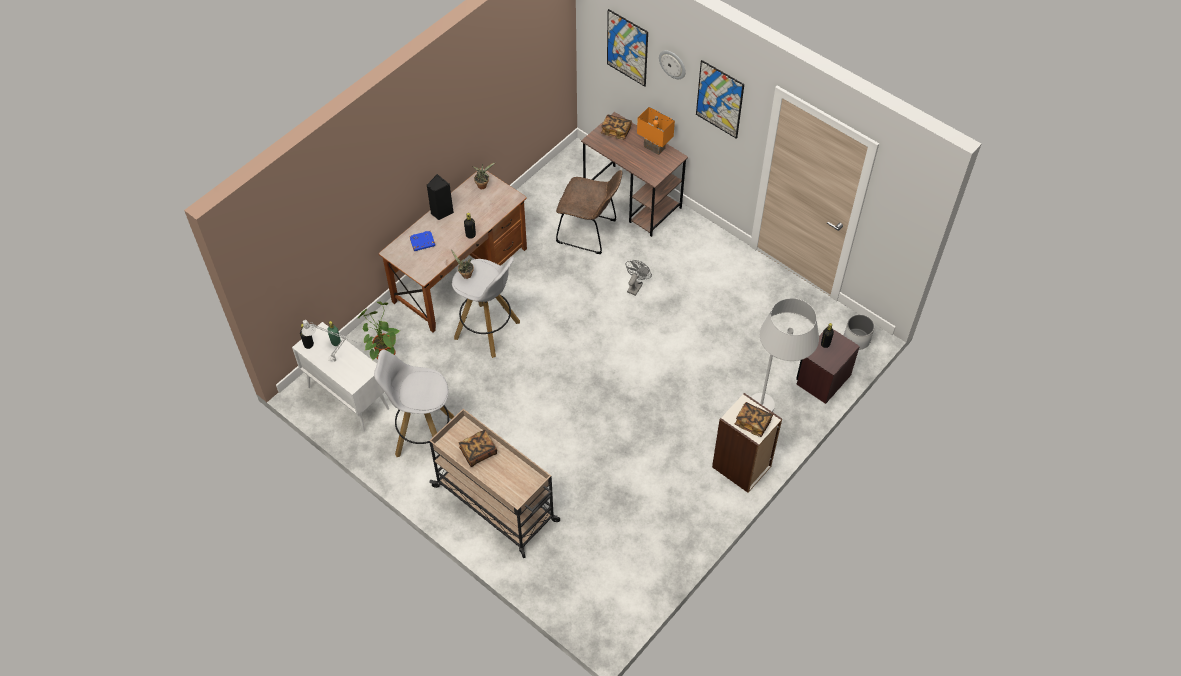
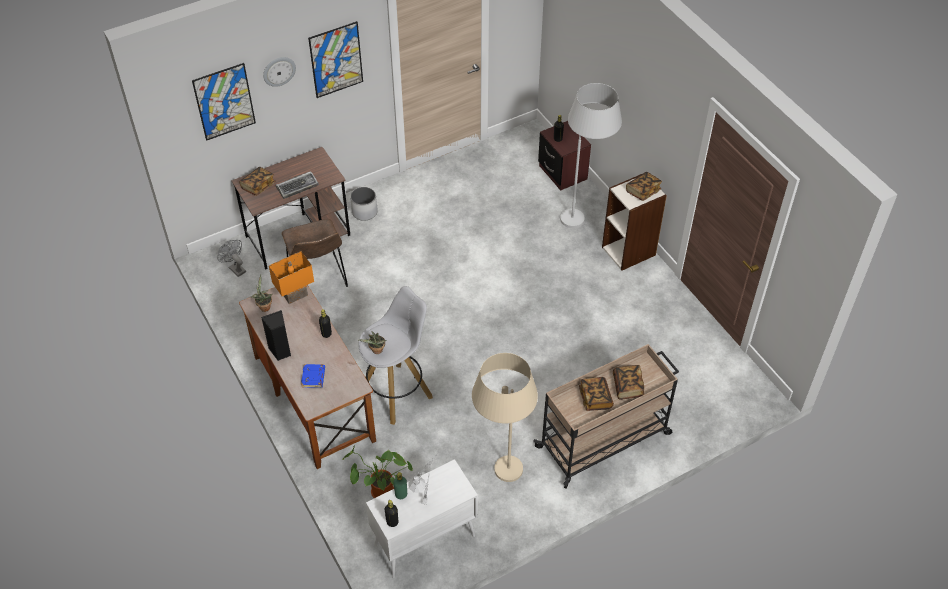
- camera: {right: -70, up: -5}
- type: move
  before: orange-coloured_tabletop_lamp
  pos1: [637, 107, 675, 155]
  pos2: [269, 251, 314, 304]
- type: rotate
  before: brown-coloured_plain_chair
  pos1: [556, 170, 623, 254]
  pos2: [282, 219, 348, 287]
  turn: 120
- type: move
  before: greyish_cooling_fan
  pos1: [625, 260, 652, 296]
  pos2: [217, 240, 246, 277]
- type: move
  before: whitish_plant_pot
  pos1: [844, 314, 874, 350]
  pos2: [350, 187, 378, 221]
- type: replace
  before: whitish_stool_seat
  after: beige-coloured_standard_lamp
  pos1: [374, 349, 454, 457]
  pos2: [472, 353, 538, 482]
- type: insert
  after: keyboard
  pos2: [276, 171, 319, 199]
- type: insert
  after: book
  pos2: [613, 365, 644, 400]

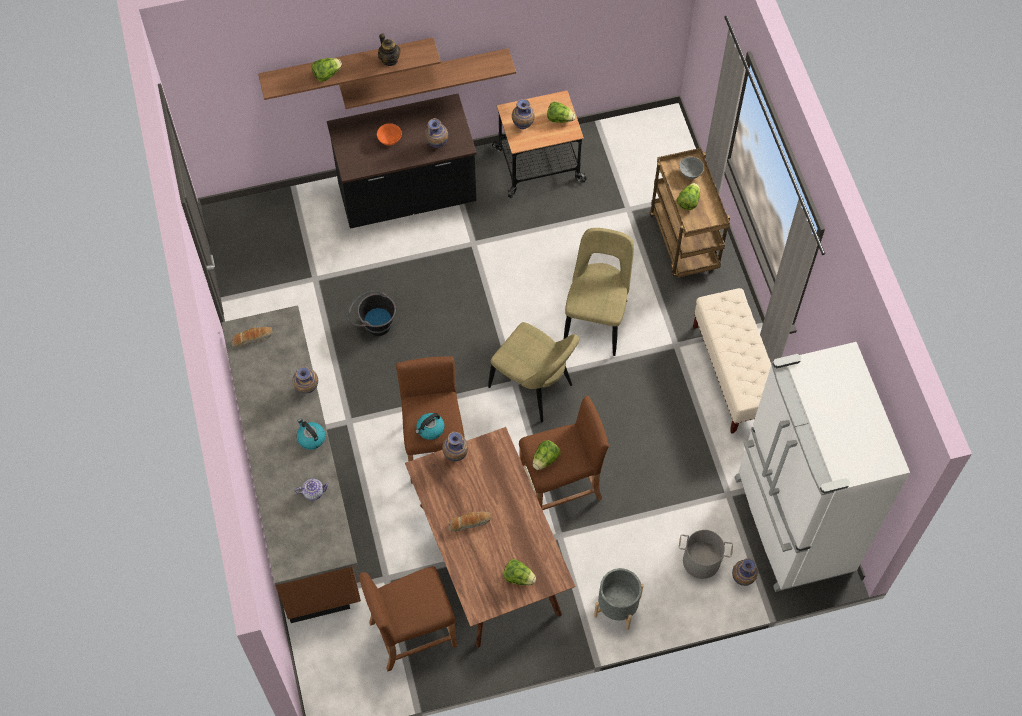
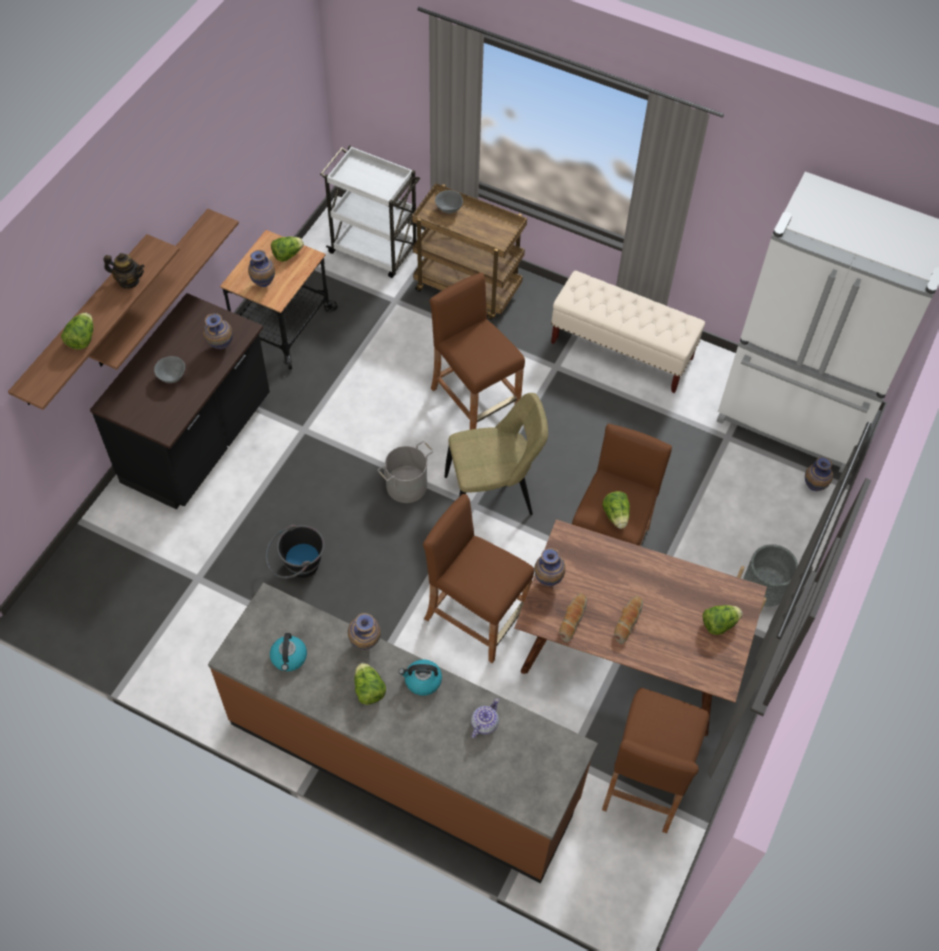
- camera: {right: -50, up: -5}
- type: recolor
  before: orange-coloured_deep_dish
  after: greyish_deep_dish
  pos1: [377, 123, 402, 145]
  pos2: [154, 356, 185, 383]
- type: move
  before: head_of_lettuce
  pos1: [677, 183, 700, 210]
  pos2: [354, 663, 386, 705]
- type: replace
  before: beige-coloured_plain_chair
  after: brown-coloured_stool_seat
  pos1: [564, 228, 634, 356]
  pos2: [429, 273, 525, 430]
- type: move
  before: bread
  pos1: [231, 327, 273, 347]
  pos2: [559, 593, 587, 642]
- type: move
  before: kettle
  pos1: [415, 413, 445, 440]
  pos2: [270, 633, 307, 671]
- type: move
  before: greyish_water_bucket
  pos1: [679, 530, 733, 579]
  pos2: [378, 441, 433, 503]
- type: insert
  after: whitish_cart
  pos2: [320, 145, 420, 278]

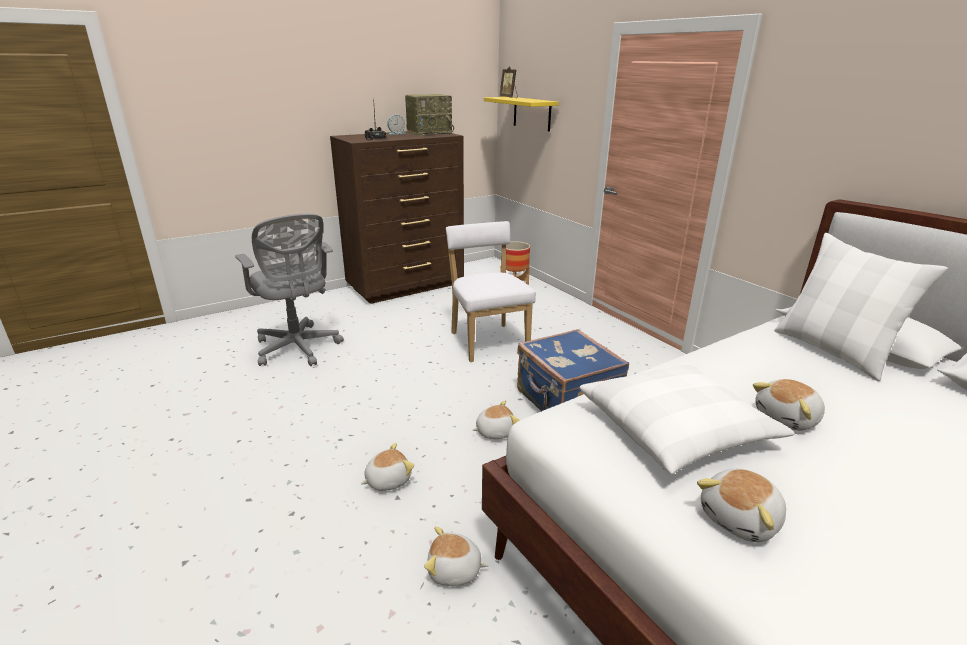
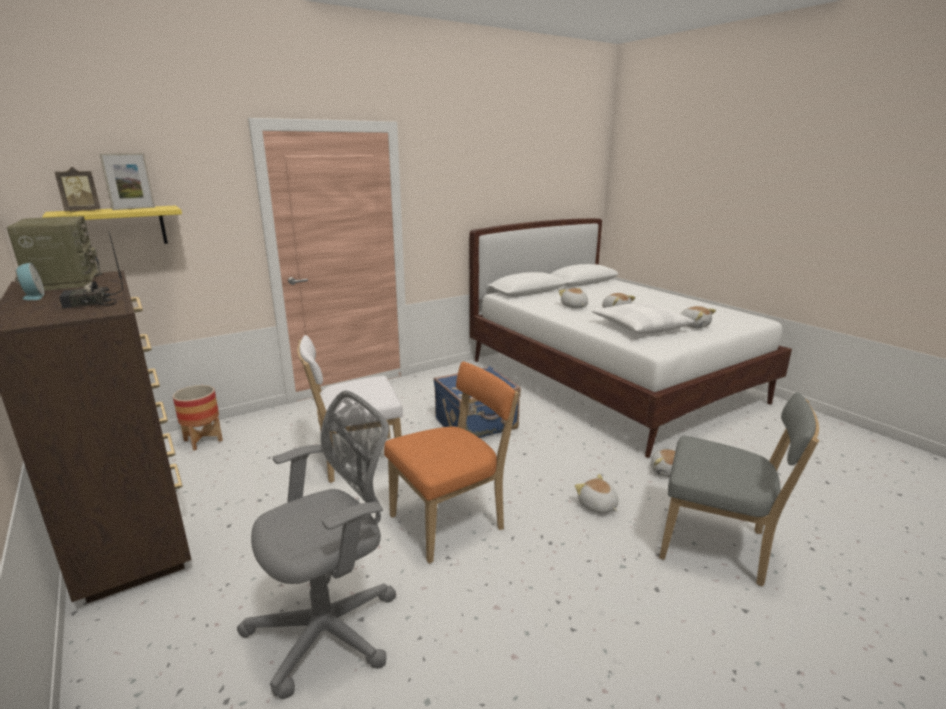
- camera: {right: -90, up: -5}
- type: delete
  before: whitish_pillow
  pos1: [774, 233, 948, 381]
- type: move
  before: cuddly_toy
  pos1: [472, 401, 520, 439]
  pos2: [559, 288, 588, 308]
- type: insert
  after: picture_frame
  pos2: [100, 153, 155, 210]
- type: insert
  after: orange-coloured_plain_chair
  pos2: [384, 361, 519, 564]
- type: insert
  after: greyish_plain_chair
  pos2: [659, 392, 819, 587]

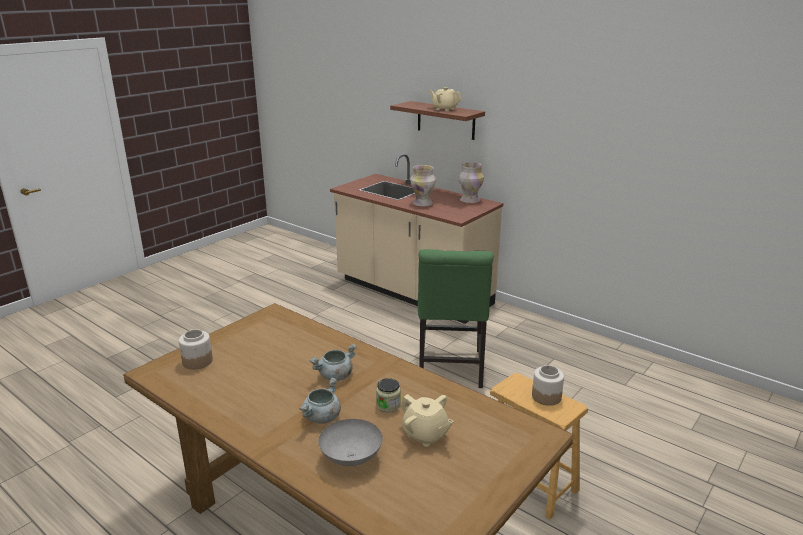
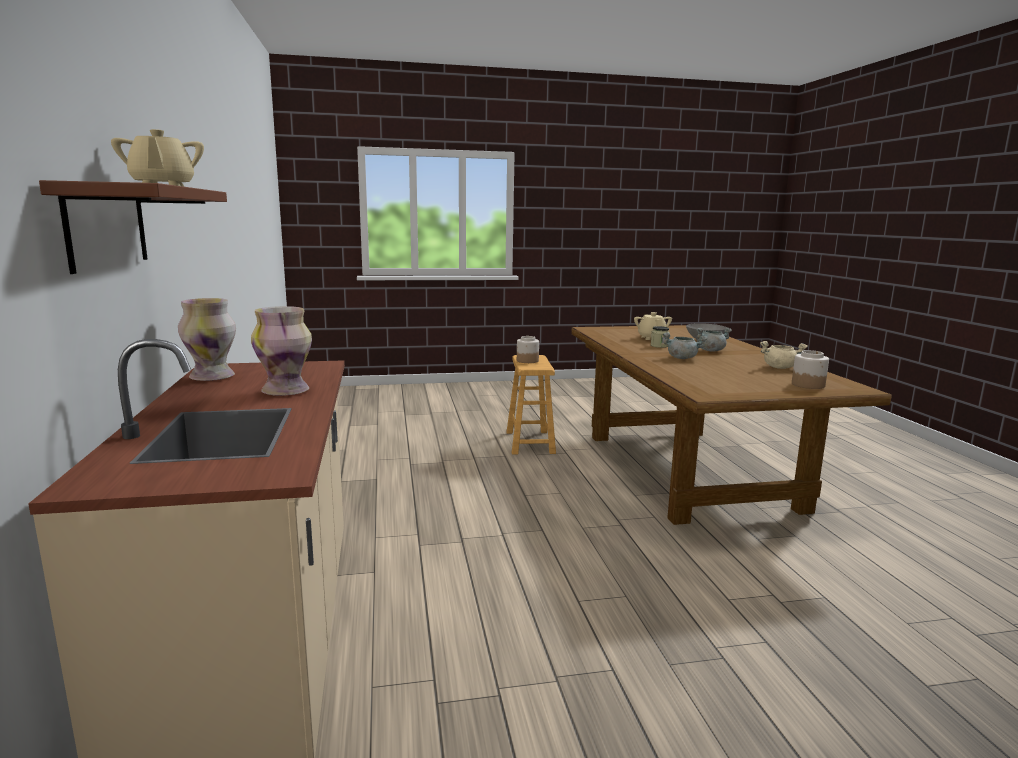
- camera: {right: -140, up: -10}
- type: delete
  before: green-coloured_plain_chair
  pos1: [418, 249, 494, 388]
- type: insert
  after: beige-coloured_stockpot
  pos2: [760, 341, 808, 369]

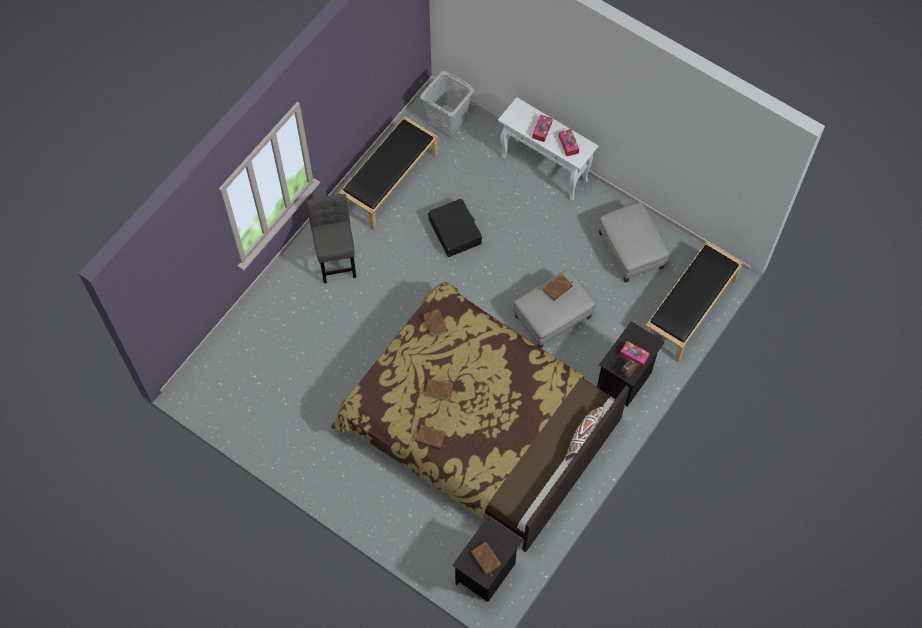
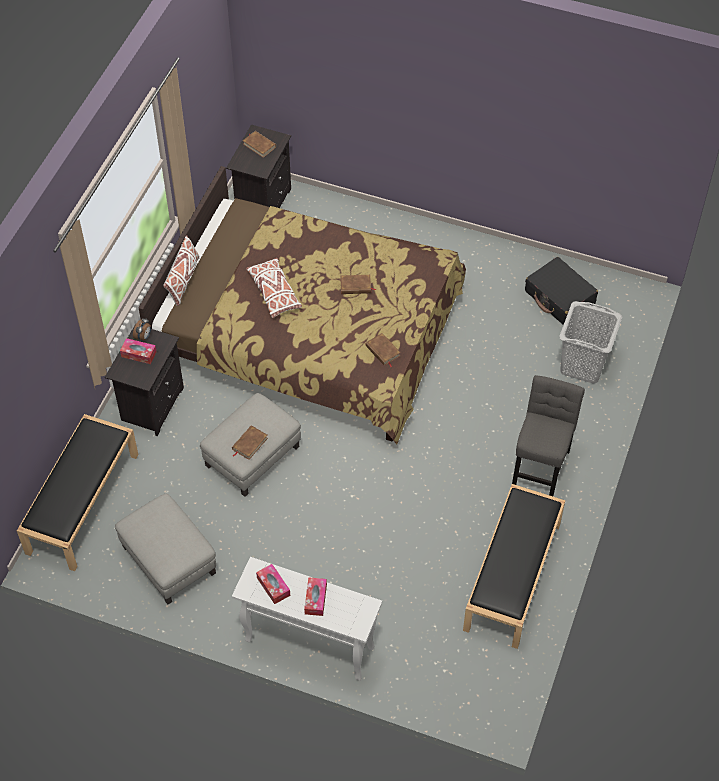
- camera: {right: 165, up: -10}
- type: move
  before: greyish_hamper
  pos1: [420, 71, 474, 137]
  pos2: [559, 301, 622, 384]
- type: rotate
  before: greyish_plain_chair
  pos1: [306, 194, 356, 283]
  pos2: [512, 375, 585, 496]
  turn: -135
- type: move
  before: blackish_piece_of_luggage
  pos1: [428, 199, 482, 257]
  pos2: [525, 257, 598, 325]
- type: delete
  before: brown-coloured_book
  pos1: [415, 425, 446, 449]
- type: insert
  after: whitish_pillow
  pos2: [246, 258, 302, 318]

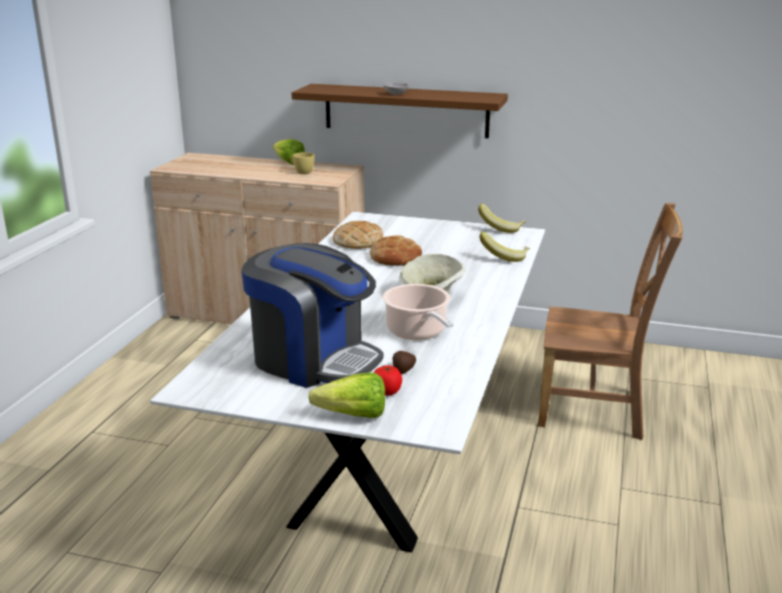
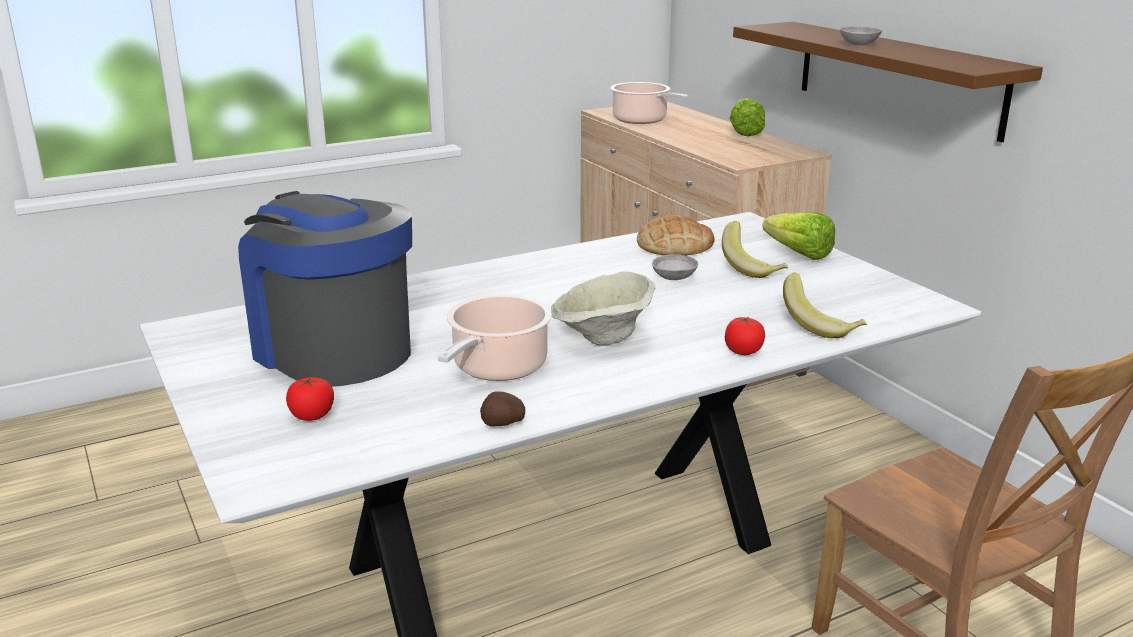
- camera: {right: 45, up: 0}
- type: delete
  before: yellowish_small_cup
  pos1: [291, 152, 315, 174]
- type: move
  before: banana
  pos1: [478, 204, 525, 233]
  pos2: [722, 221, 788, 278]
- type: replace
  before: bread
  after: greyish_deep_dish
  pos1: [370, 235, 422, 266]
  pos2: [652, 254, 698, 280]
- type: rotate
  before: coffee_machine
  pos1: [241, 243, 383, 388]
  pos2: [238, 191, 412, 387]
  turn: 150
- type: move
  before: potato
  pos1: [393, 351, 416, 374]
  pos2: [480, 391, 525, 427]
- type: move
  before: head_of_lettuce
  pos1: [308, 373, 385, 418]
  pos2: [762, 212, 835, 260]
- type: insert
  after: stockpot
  pos2: [610, 82, 689, 124]
- type: insert
  after: tomato
  pos2: [725, 317, 765, 355]

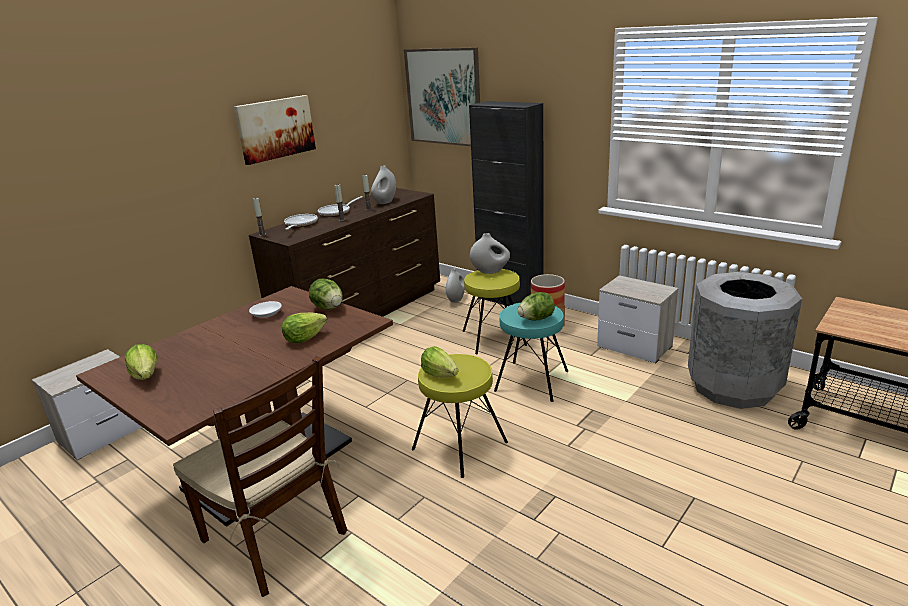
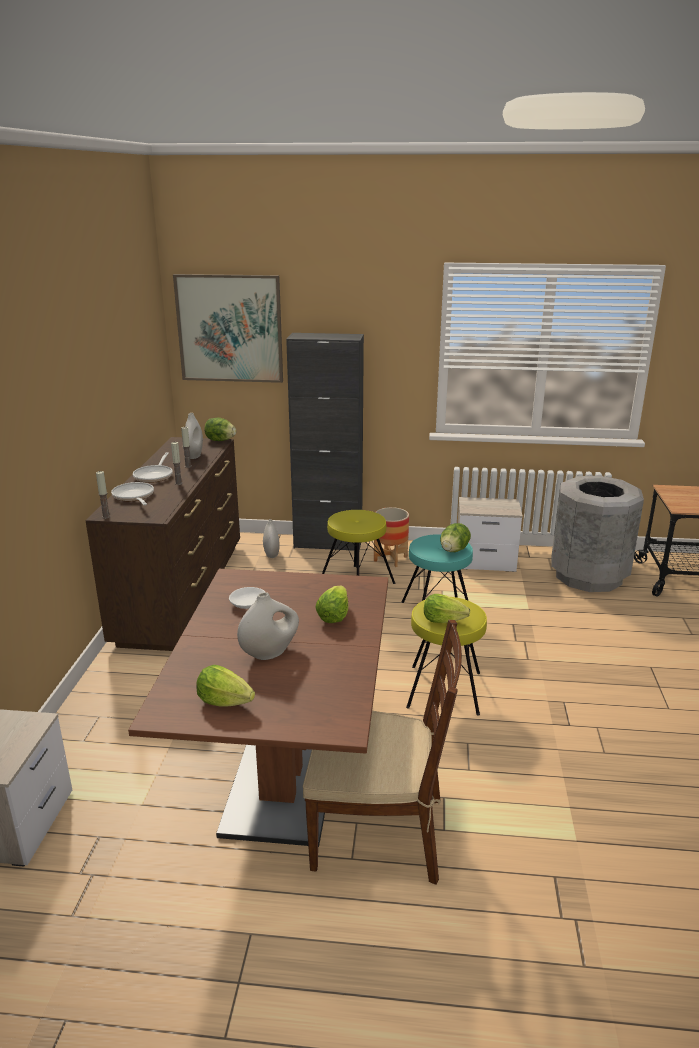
- camera: {right: -35, up: 0}
- type: delete
  before: picture
  pos1: [234, 95, 316, 165]
- type: move
  before: whitish_flower_vase
  pos1: [470, 233, 510, 274]
  pos2: [237, 592, 299, 660]
- type: move
  before: head_of_lettuce
  pos1: [309, 279, 343, 310]
  pos2: [204, 418, 236, 441]

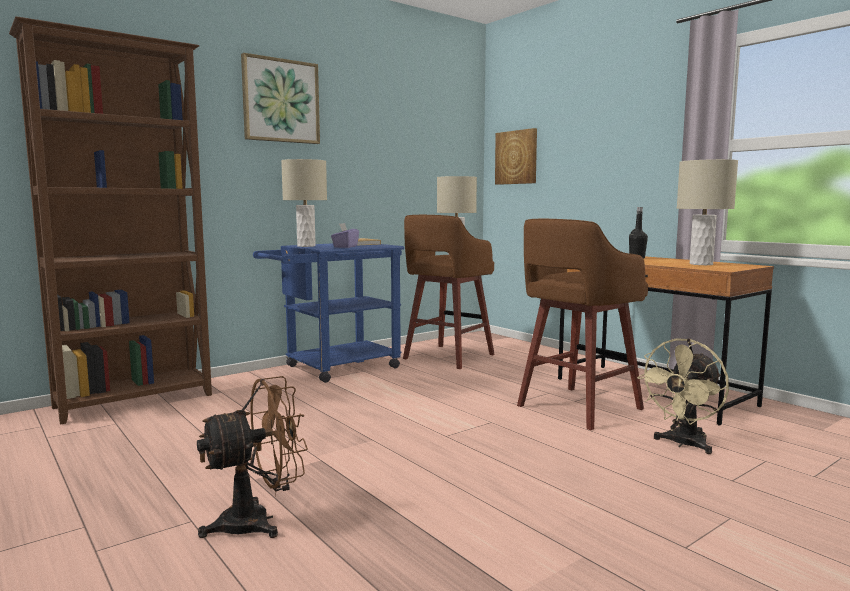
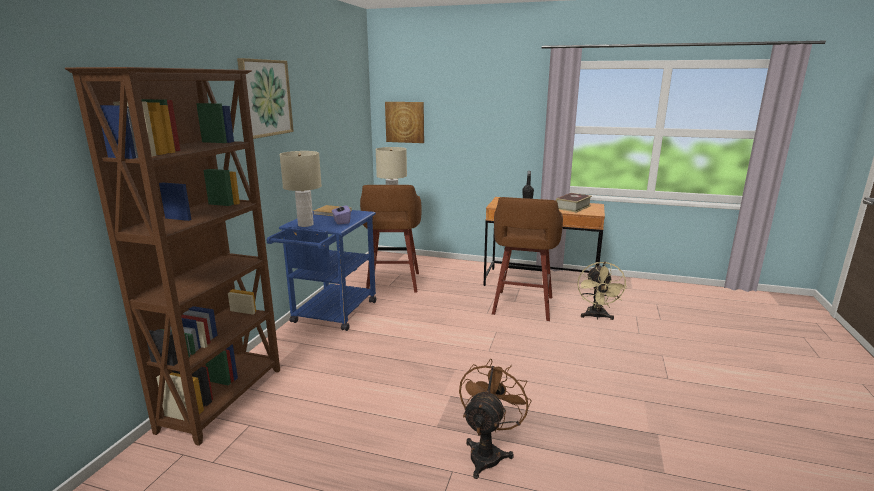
- camera: {right: -35, up: 10}
- type: replace
  before: beige-coloured_tabletop_lamp
  after: book
  pos1: [677, 159, 738, 265]
  pos2: [556, 193, 592, 213]

